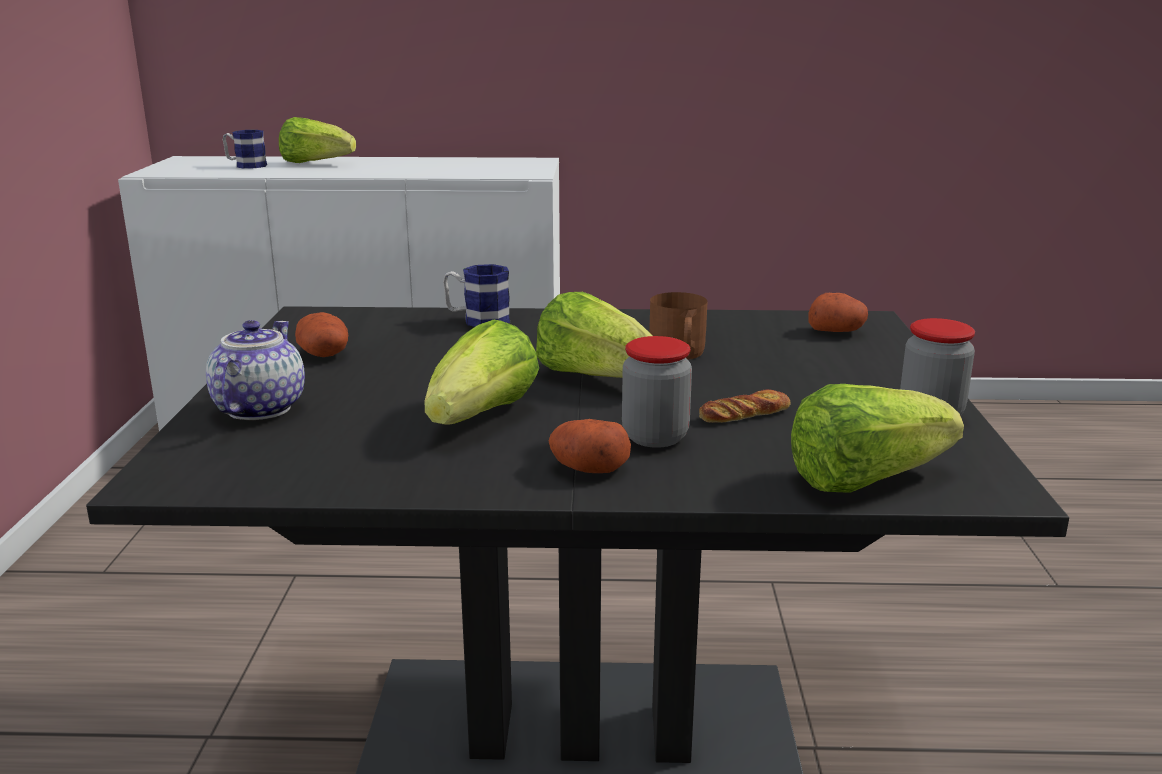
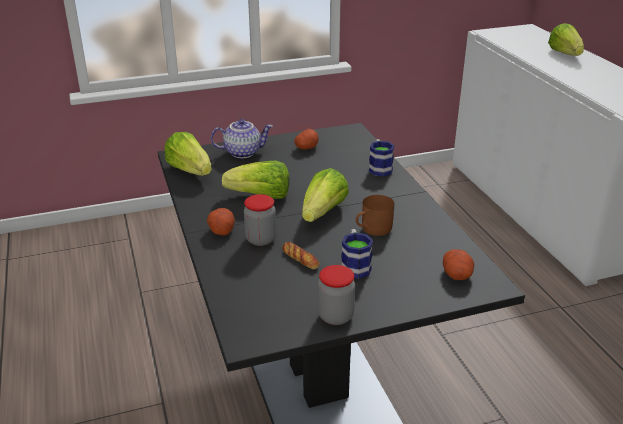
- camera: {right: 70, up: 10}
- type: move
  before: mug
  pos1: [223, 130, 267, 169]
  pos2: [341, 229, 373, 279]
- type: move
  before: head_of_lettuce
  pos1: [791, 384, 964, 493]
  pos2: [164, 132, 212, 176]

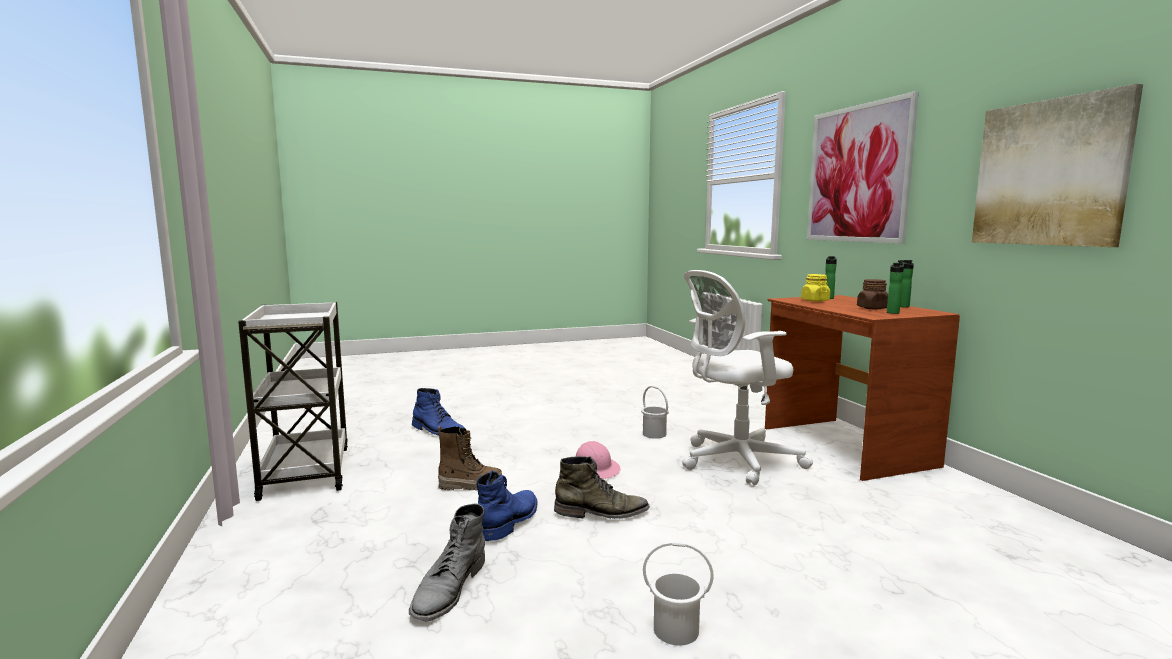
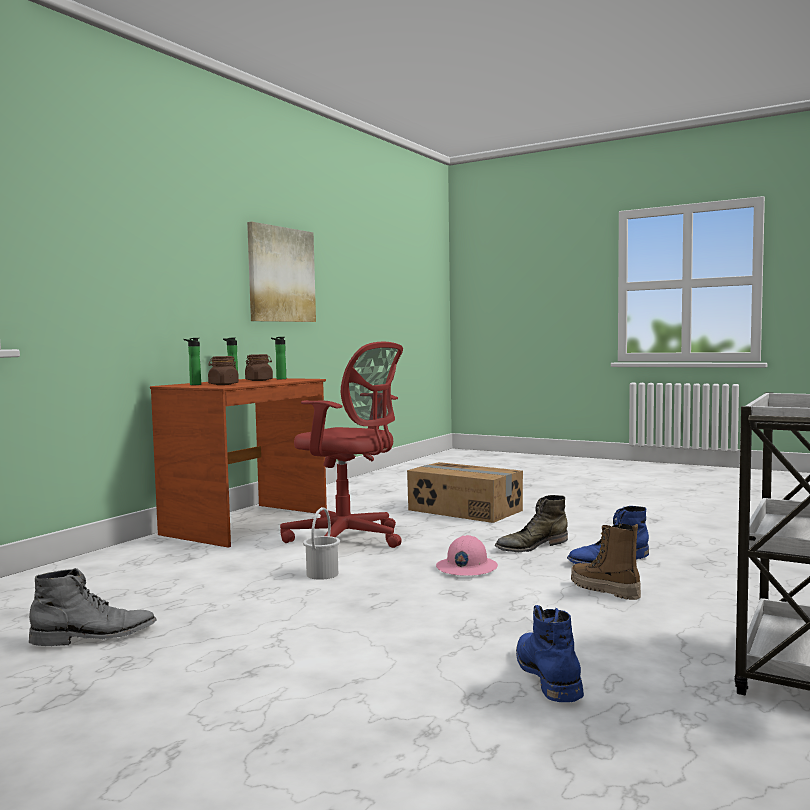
- camera: {right: -130, up: -5}
- type: delete
  before: picture
  pos1: [807, 91, 919, 244]
- type: recolor
  before: whitish_computer_chair
  after: reddish_computer_chair
  pos1: [682, 270, 813, 486]
  pos2: [280, 342, 403, 548]
- type: recolor
  before: yellowish_storage_jar
  after: brown-coloured_storage_jar
  pos1: [801, 274, 830, 302]
  pos2: [208, 356, 239, 385]
- type: rotate
  before: green-coloured_high-top_boot
  pos1: [554, 456, 650, 519]
  pos2: [495, 495, 568, 553]
  turn: -75
- type: move
  before: greyish_high-top_boot
  pos1: [409, 504, 485, 622]
  pos2: [29, 568, 157, 646]
- type: delete
  before: whitish_water_bucket
  pos1: [643, 541, 714, 646]
- type: insert
  after: packing_box
  pos2: [407, 462, 523, 523]

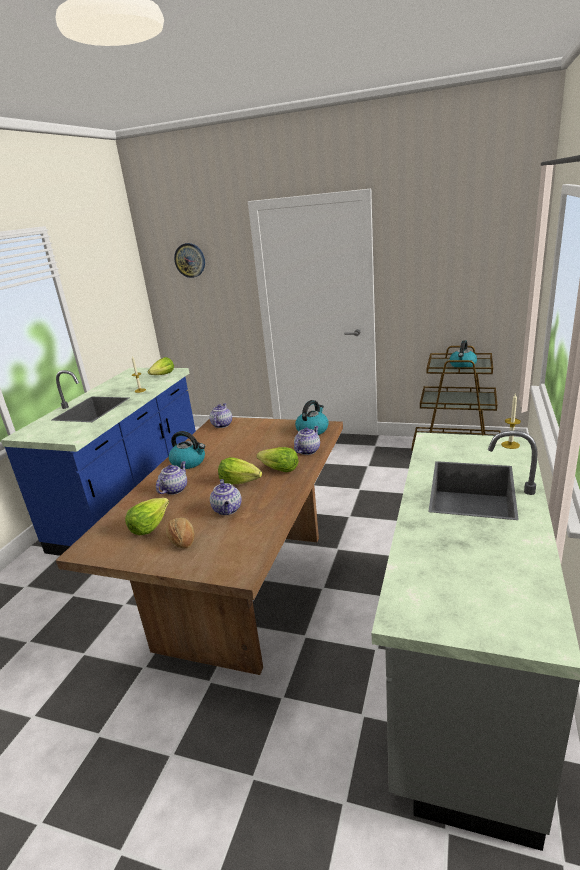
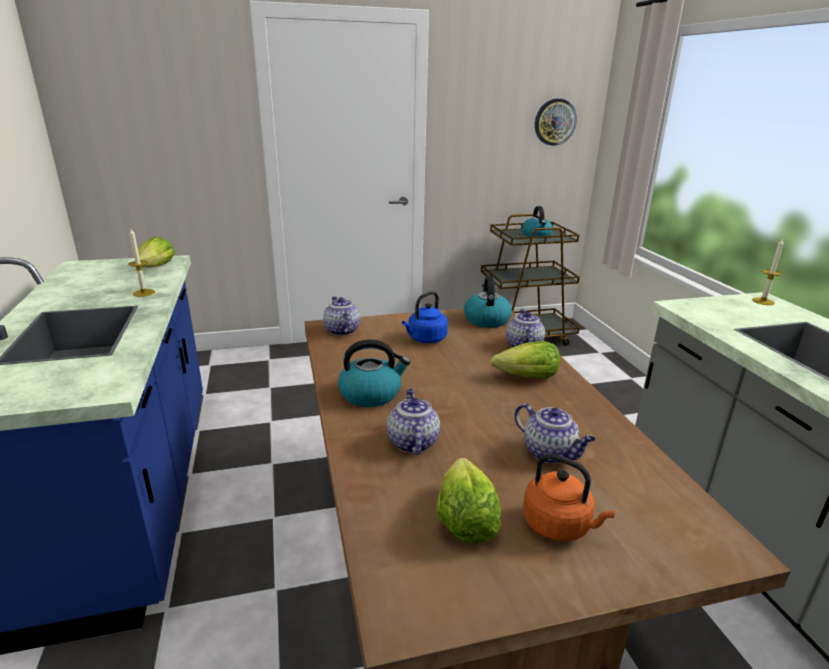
- camera: {right: -35, up: 0}
- type: move
  before: clock_on_the_wall
  pos1: [174, 243, 205, 278]
  pos2: [535, 99, 577, 146]
- type: delete
  before: head_of_lettuce
  pos1: [218, 457, 262, 484]
- type: replace
  before: bread
  after: orange-coloured_kettle
  pos1: [166, 518, 194, 549]
  pos2: [523, 453, 615, 542]
- type: insert
  after: bluish_kettle
  pos2: [402, 291, 448, 343]

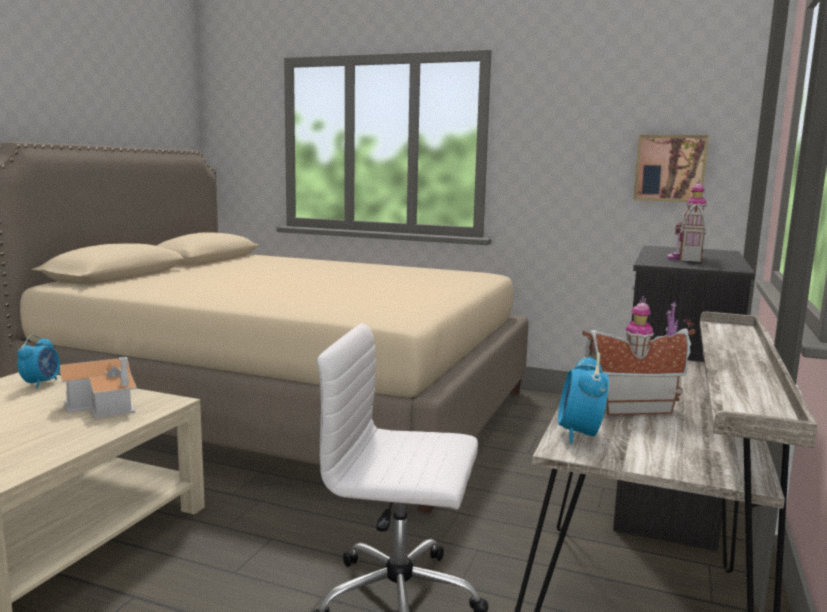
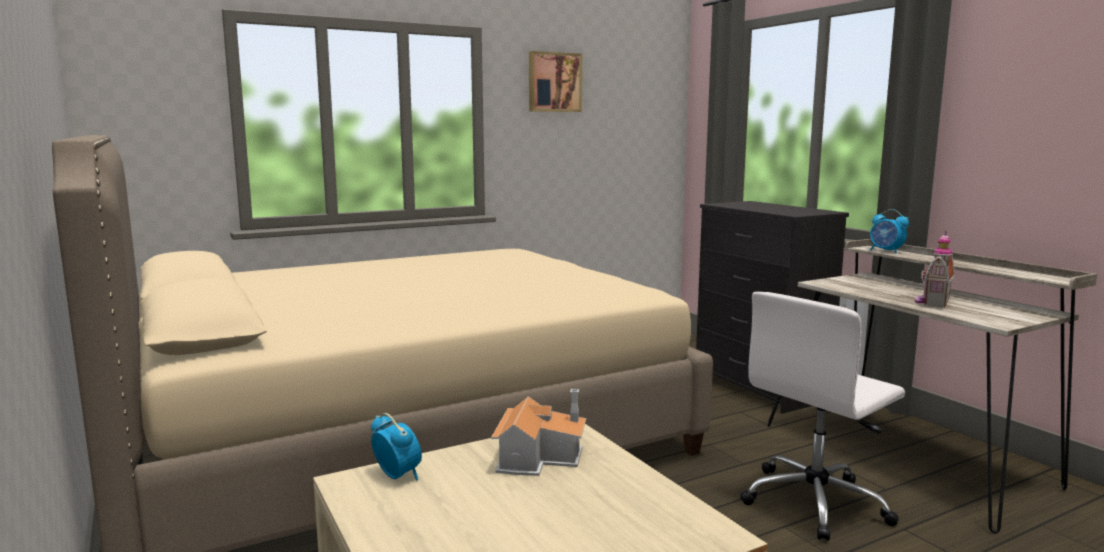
- camera: {right: -50, up: 0}
- type: move
  before: picture
  pos1: [633, 135, 709, 202]
  pos2: [529, 51, 582, 112]
- type: delete
  before: model_house
  pos1: [667, 179, 707, 262]
- type: move
  before: bedside_clock
  pos1: [558, 352, 609, 444]
  pos2: [870, 209, 909, 253]

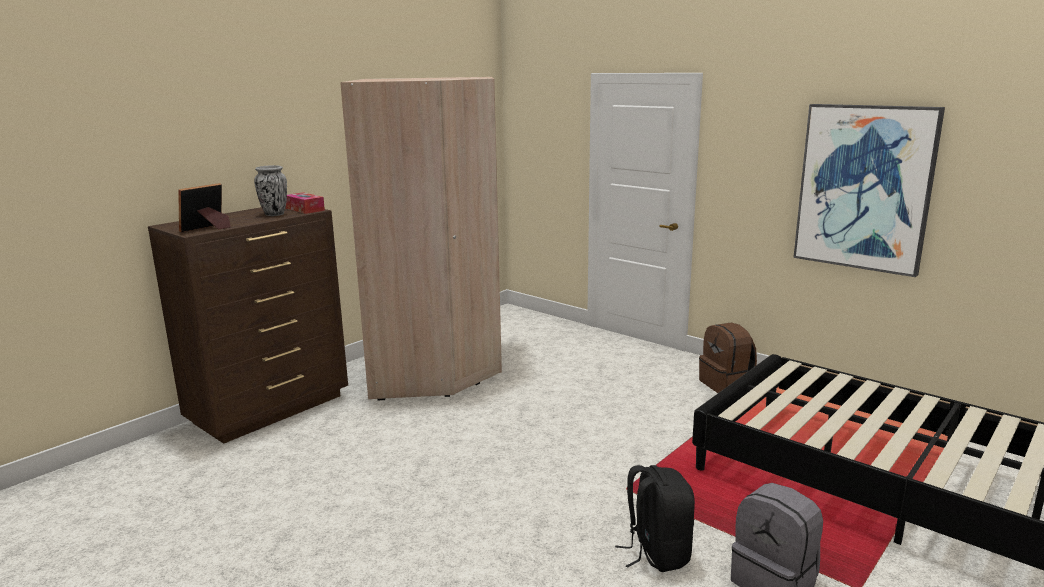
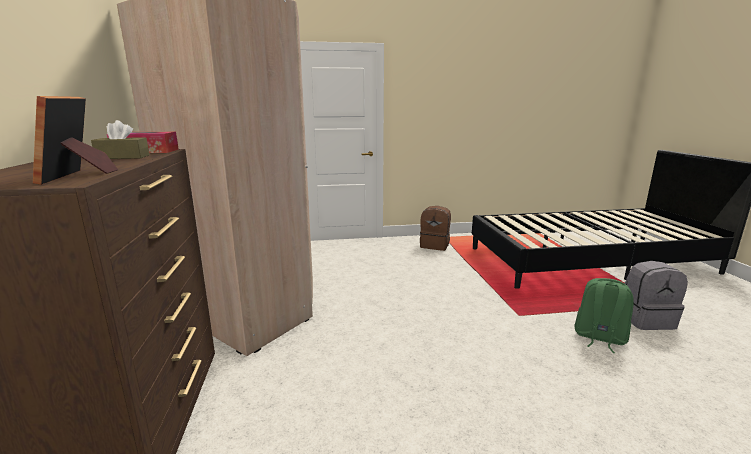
- camera: {right: -50, up: 0}
- type: delete
  before: picture
  pos1: [793, 104, 945, 277]
- type: replace
  before: flower_vase
  after: brown-coloured_tissue_box
  pos1: [254, 165, 287, 216]
  pos2: [91, 120, 149, 159]
- type: recolor
  before: blackish_backpack
  after: green-coloured_backpack
  pos1: [615, 465, 695, 572]
  pos2: [575, 278, 634, 353]

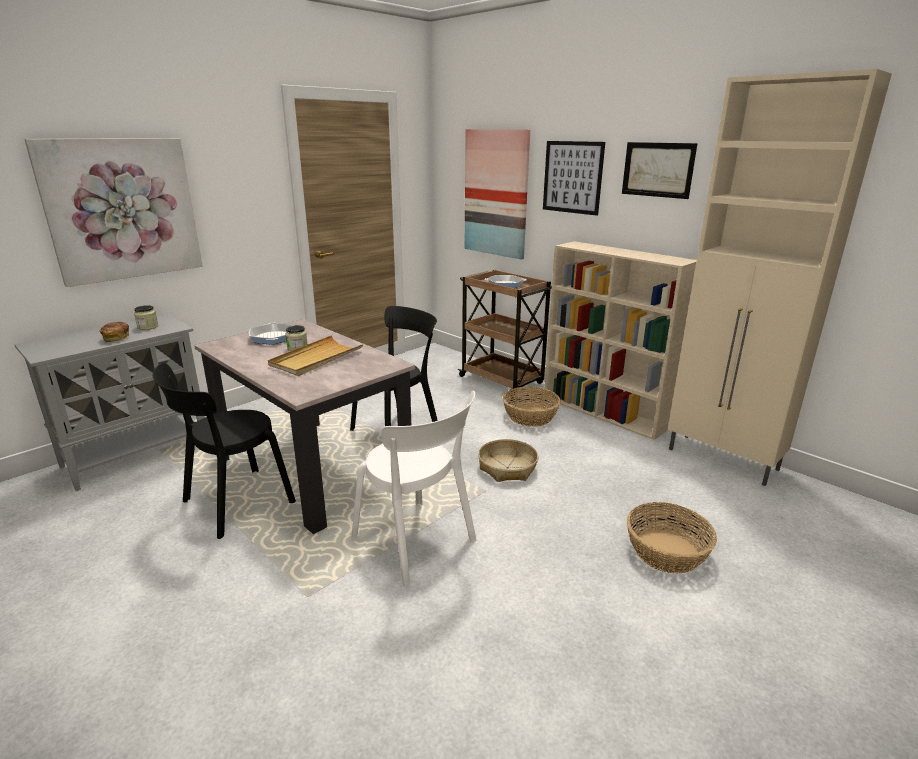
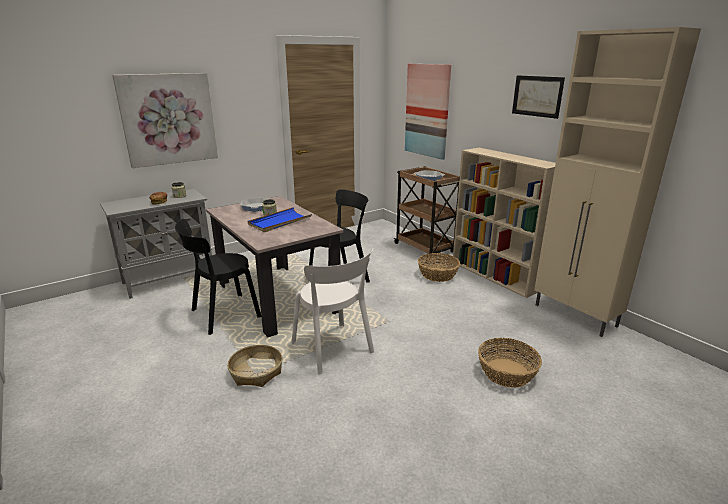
- camera: {right: 10, up: 0}
- type: delete
  before: picture
  pos1: [543, 141, 605, 216]
- type: recolor
  before: beige-coloured_serving_tray
  after: bluish_serving_tray
  pos1: [268, 335, 363, 376]
  pos2: [248, 207, 312, 232]
- type: move
  before: storage_basket
  pos1: [478, 439, 539, 482]
  pos2: [227, 345, 282, 387]

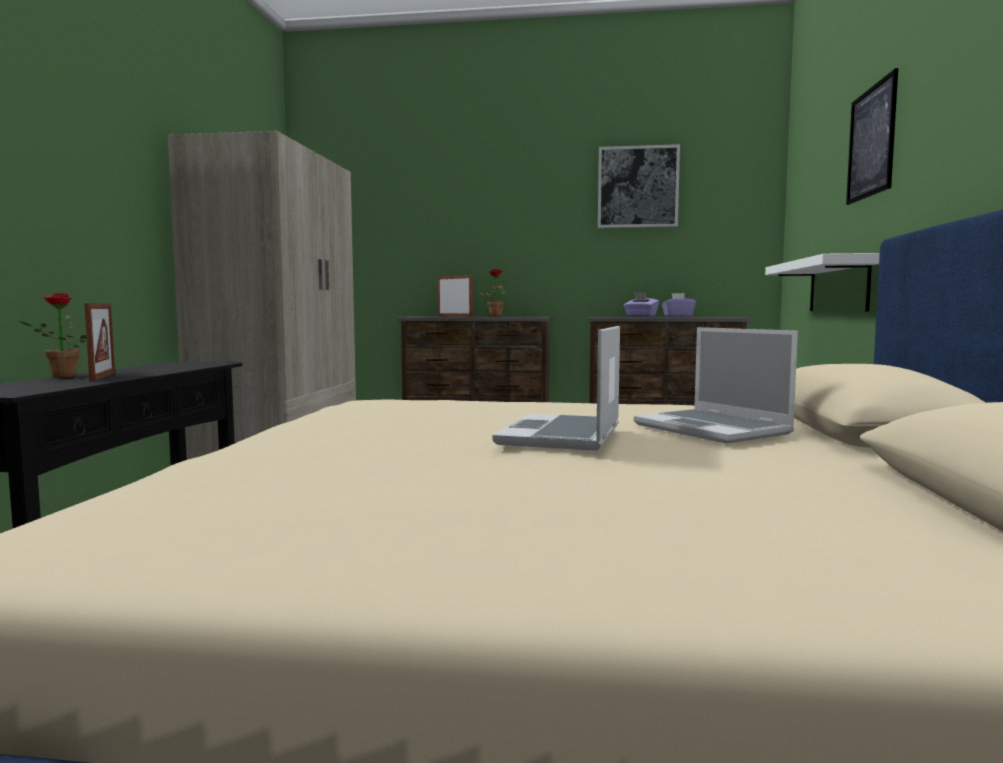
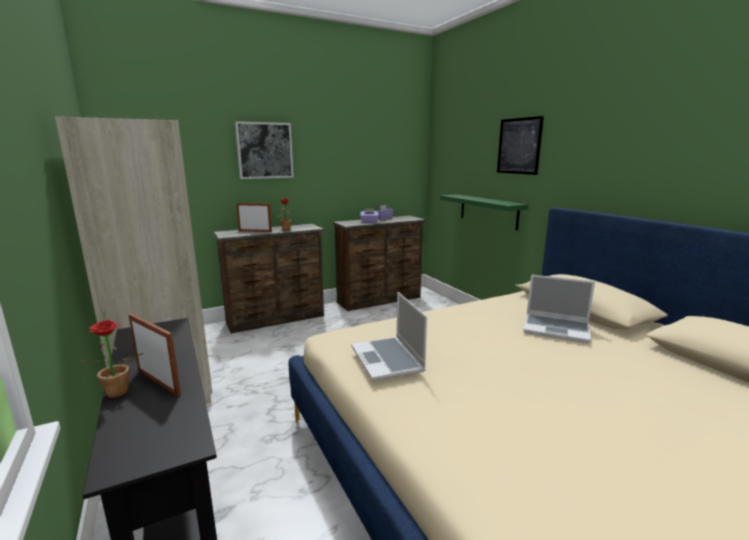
- camera: {right: -35, up: 10}
- type: move
  before: picture
  pos1: [598, 144, 680, 228]
  pos2: [235, 121, 294, 179]
- type: recolor
  before: whitish_shelf
  after: green-coloured_shelf
  pos1: [765, 253, 880, 311]
  pos2: [440, 194, 528, 230]
- type: move
  before: laptop
  pos1: [492, 326, 620, 451]
  pos2: [351, 292, 427, 381]

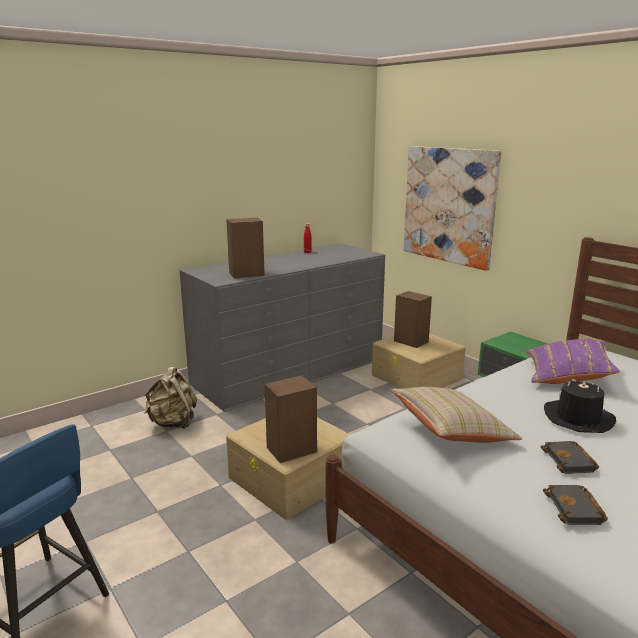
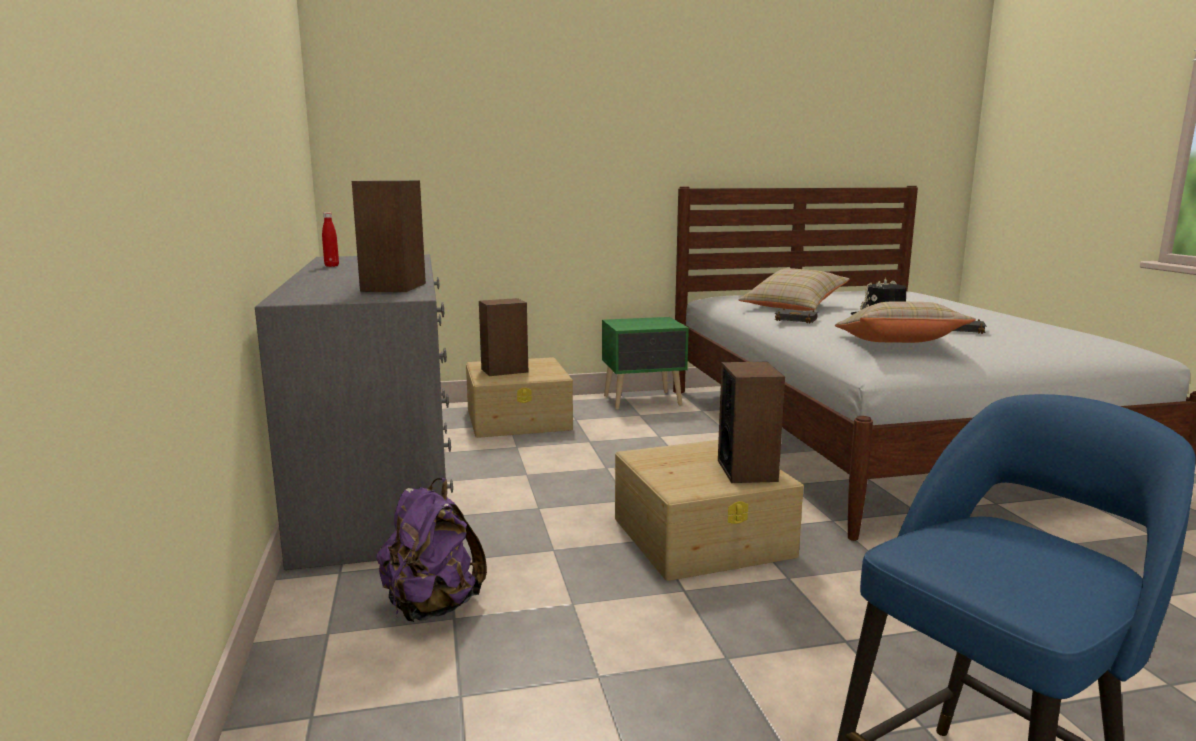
- camera: {right: -65, up: -5}
- type: delete
  before: picture
  pos1: [404, 146, 501, 271]
- type: recolor
  before: purple-coloured_pillow
  after: beige-coloured_pillow
  pos1: [526, 339, 620, 384]
  pos2: [738, 268, 850, 311]
- type: recolor
  before: beige-coloured_backpack
  after: purple-coloured_backpack
  pos1: [144, 367, 197, 429]
  pos2: [376, 478, 487, 622]
- type: move
  before: blackish_book
  pos1: [543, 485, 608, 525]
  pos2: [774, 308, 818, 323]

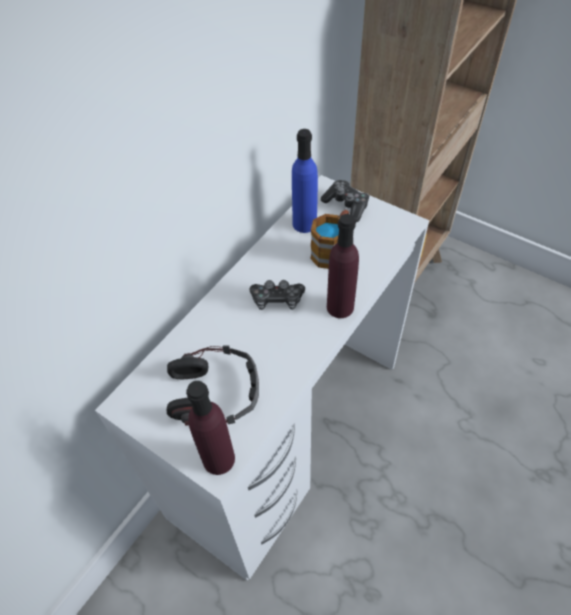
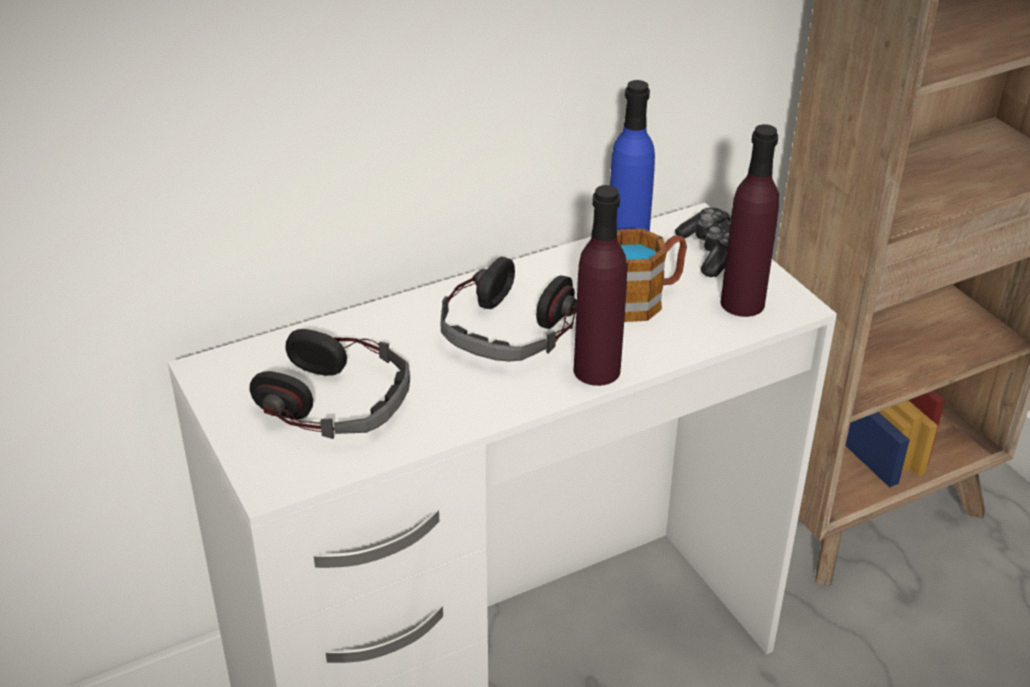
- camera: {right: 25, up: -15}
- type: replace
  before: joypad
  after: headset
  pos1: [250, 280, 305, 310]
  pos2: [441, 257, 577, 361]
- type: move
  before: purple-coloured_drink_bottle
  pos1: [186, 381, 235, 475]
  pos2: [721, 124, 779, 317]

